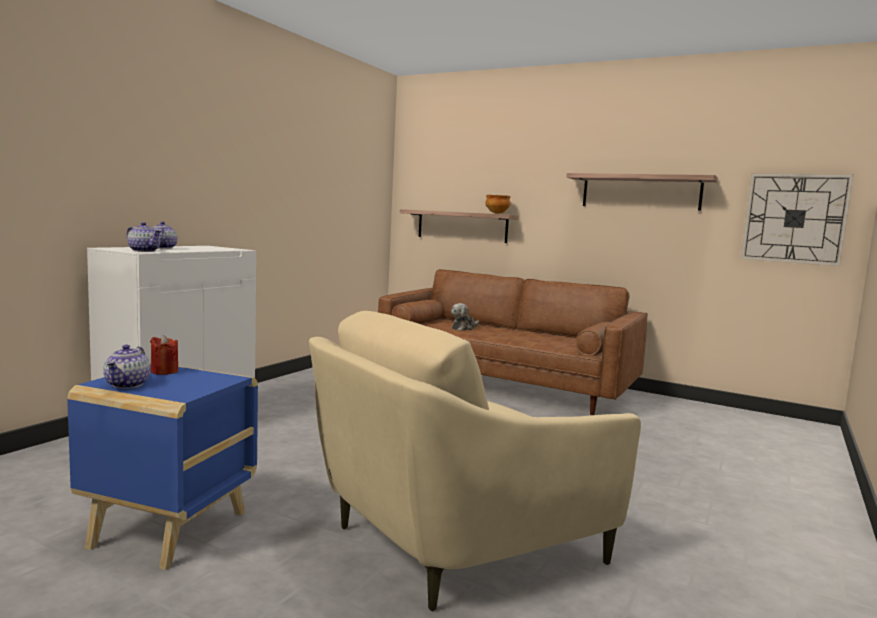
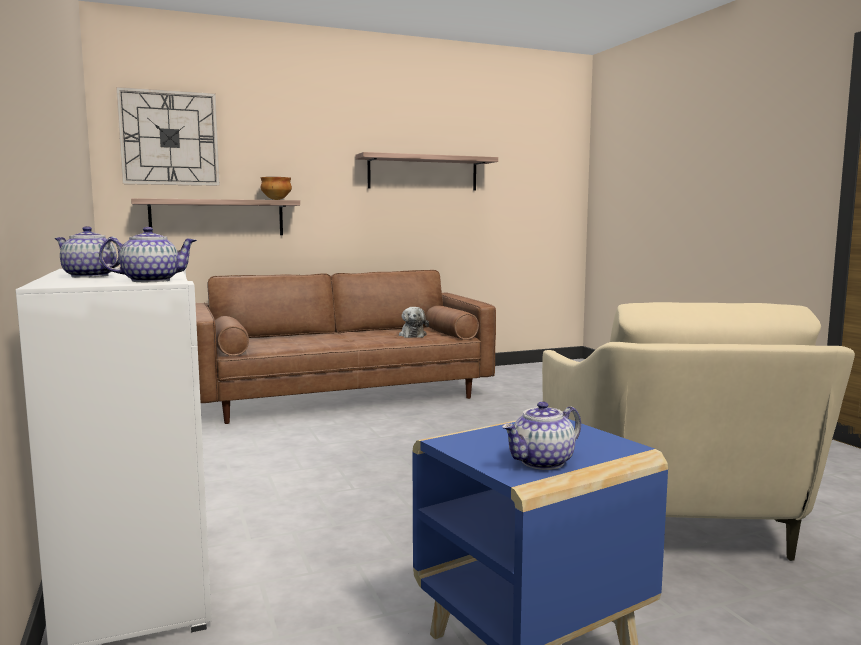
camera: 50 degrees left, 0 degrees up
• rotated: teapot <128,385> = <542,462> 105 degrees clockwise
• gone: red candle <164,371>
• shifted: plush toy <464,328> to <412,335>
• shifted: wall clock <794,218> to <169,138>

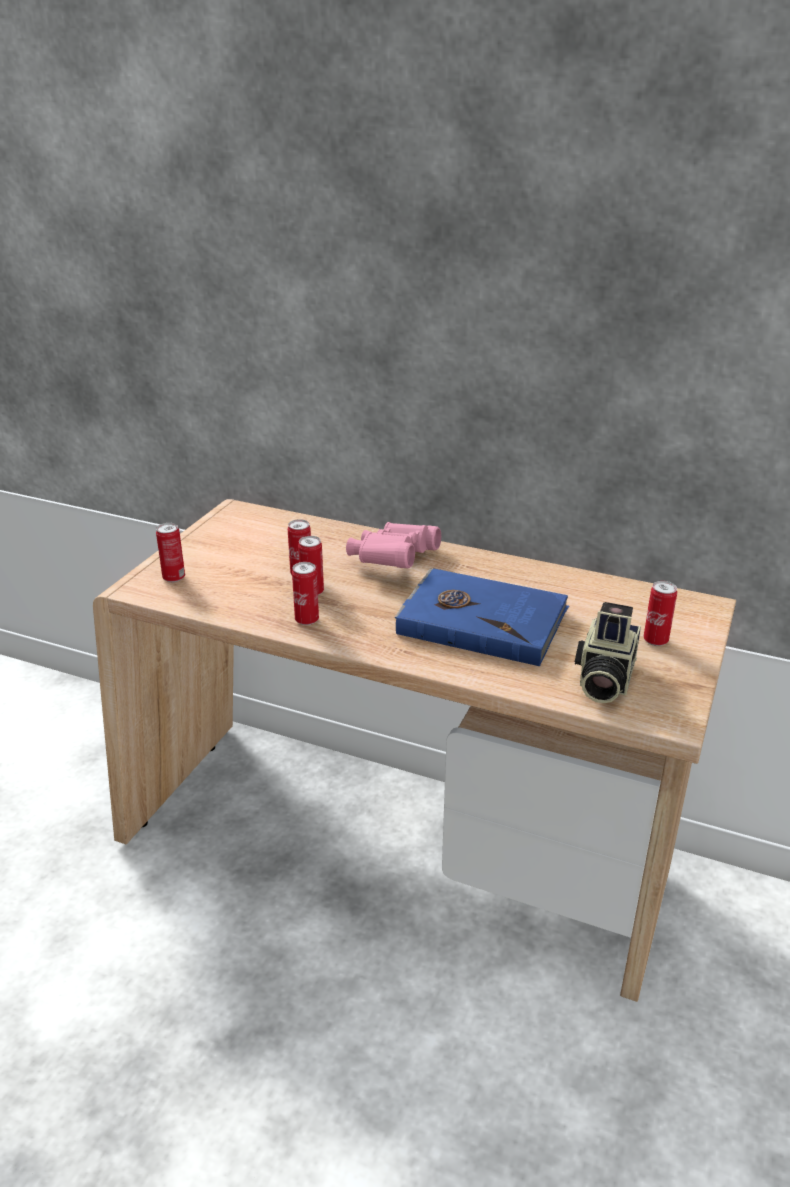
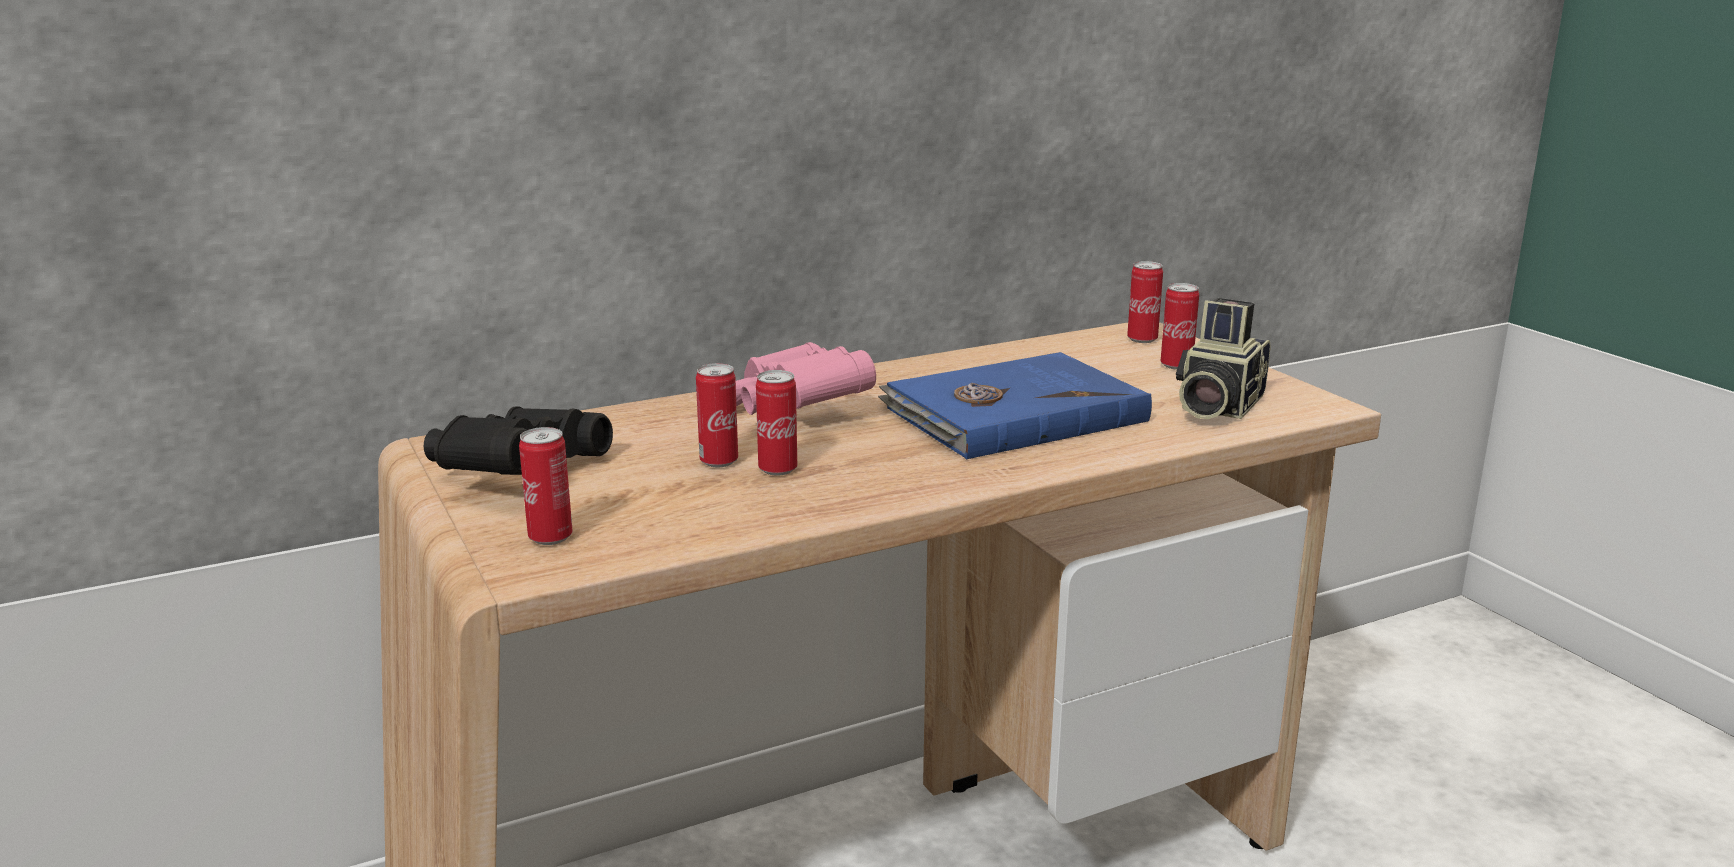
camera: 50 degrees left, 10 degrees down
• shifted: can <307,620> to <1142,339>
• rotated: photo camera <603,680> = <1215,406> 60 degrees clockwise
• new: black binoculars <516,475>

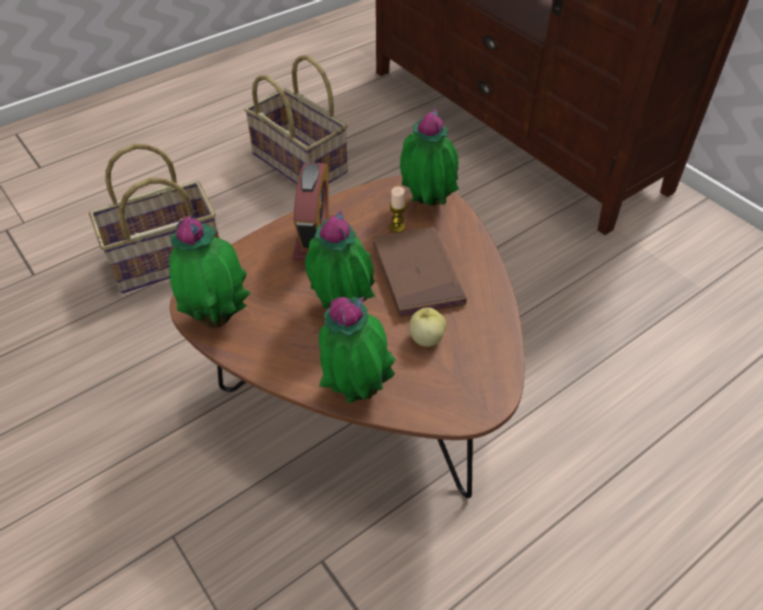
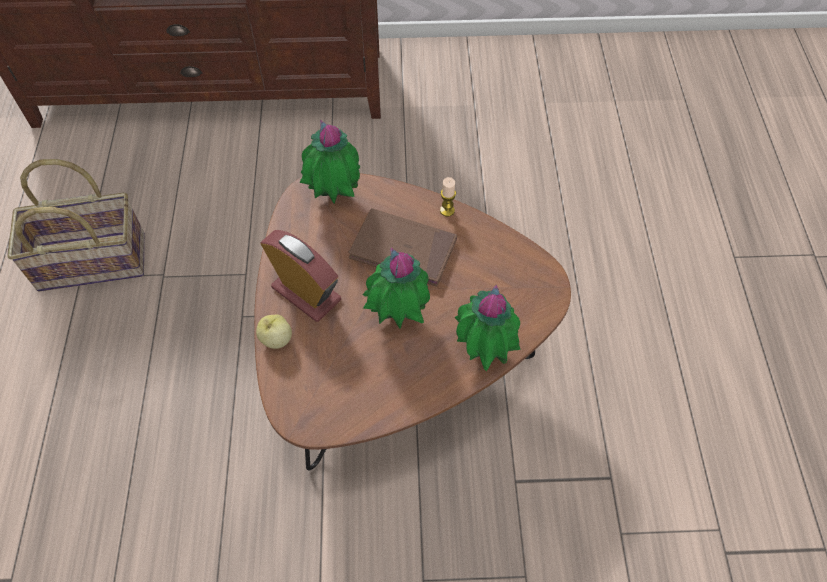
camera: 55 degrees left, 10 degrees up
• gone: basket <166,261>
• gone: potted plant <218,317>
• shifted: candle <397,227> to <447,210>
• shifted: apple <426,338> to <276,339>

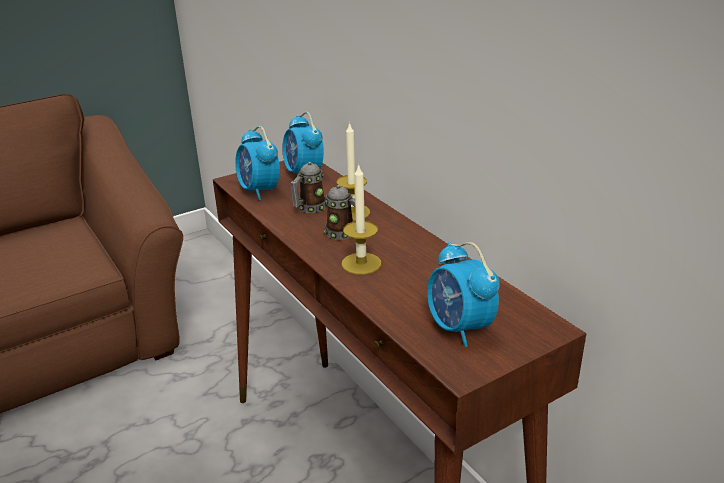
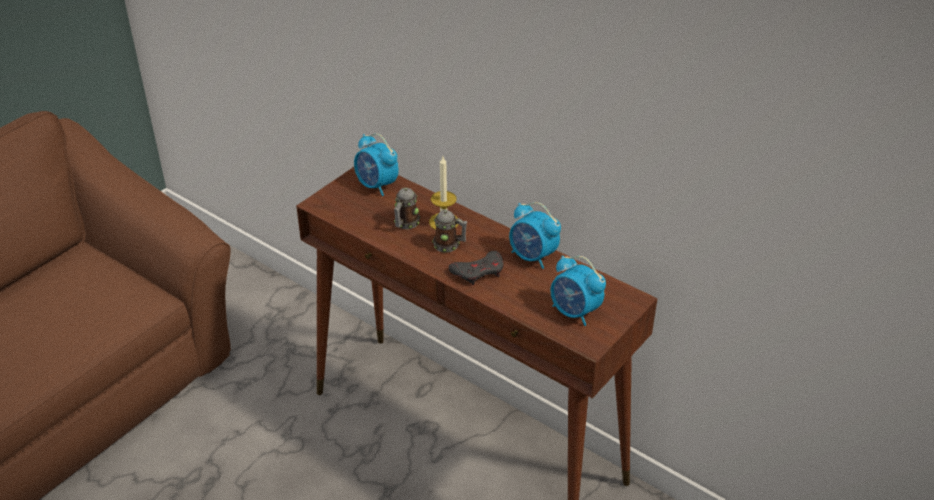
camera: 20 degrees left, 10 degrees up
• shifted: alarm clock <259,191> to <532,257>
• swapped: candle <361,263> to grey game controller <479,271>

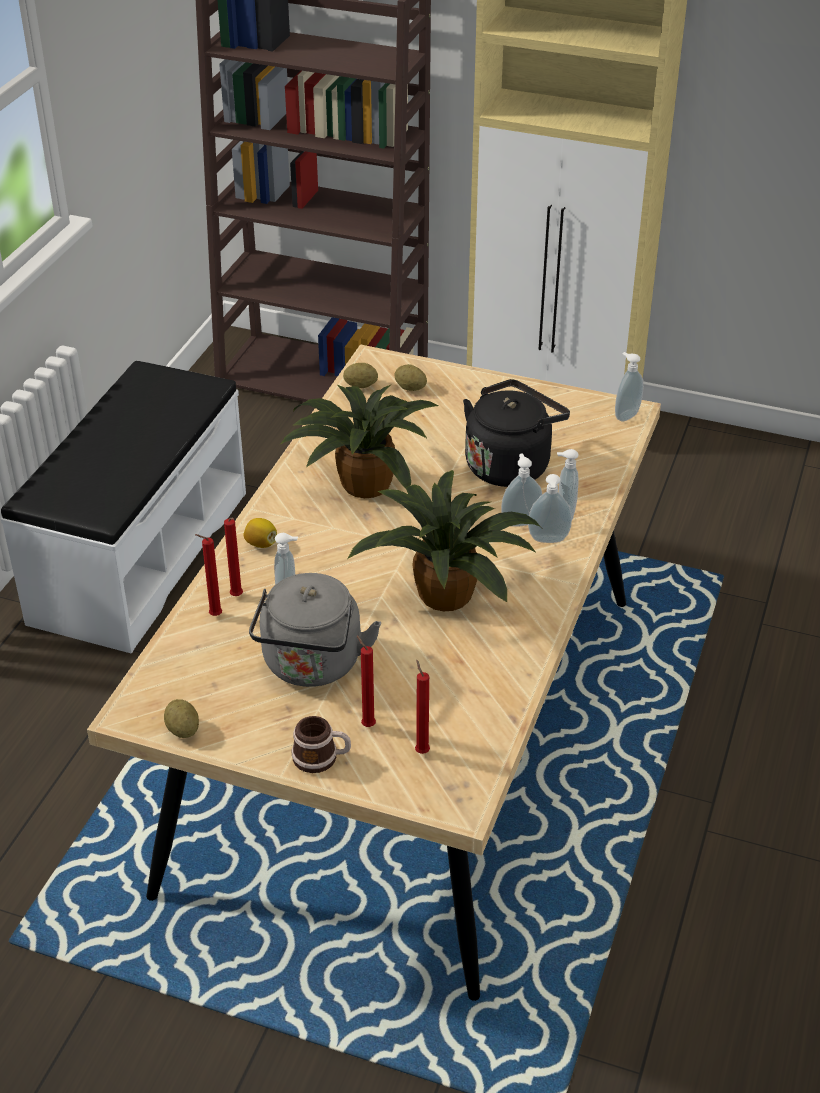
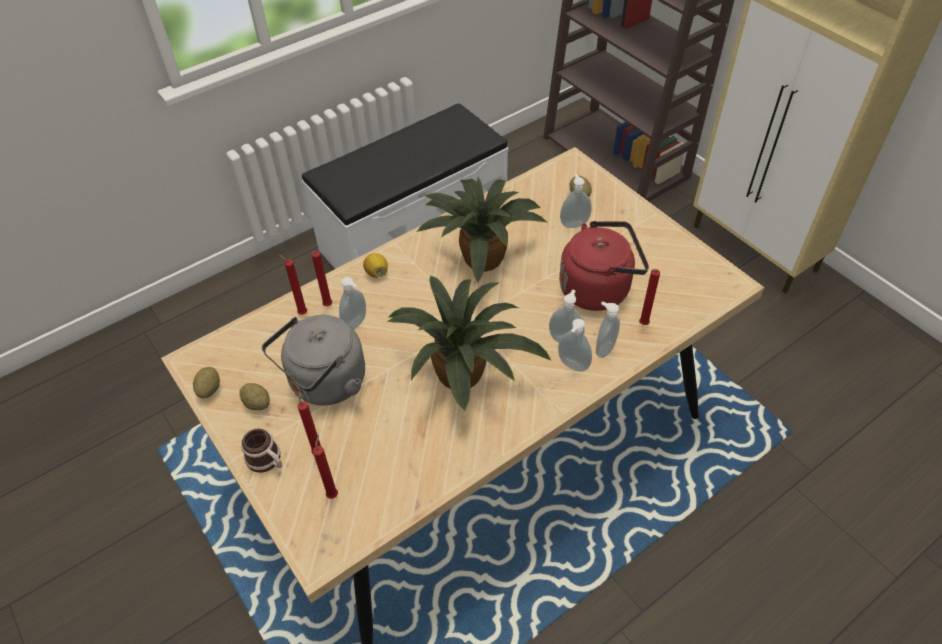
camera: 35 degrees right, 10 degrees up
• shifted: potato <360,385> to <257,403>
• repainted: black kettle <510,465> to red kettle <598,288>
• shifted: soap dispenser <625,415> to <573,223>
• new: red candle <642,324>

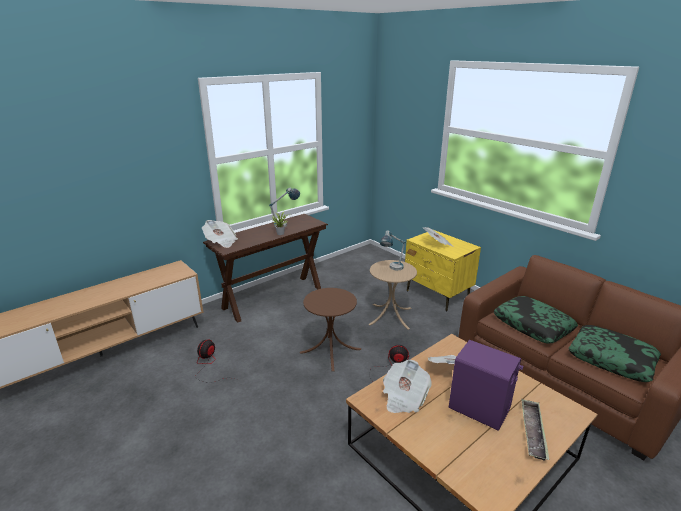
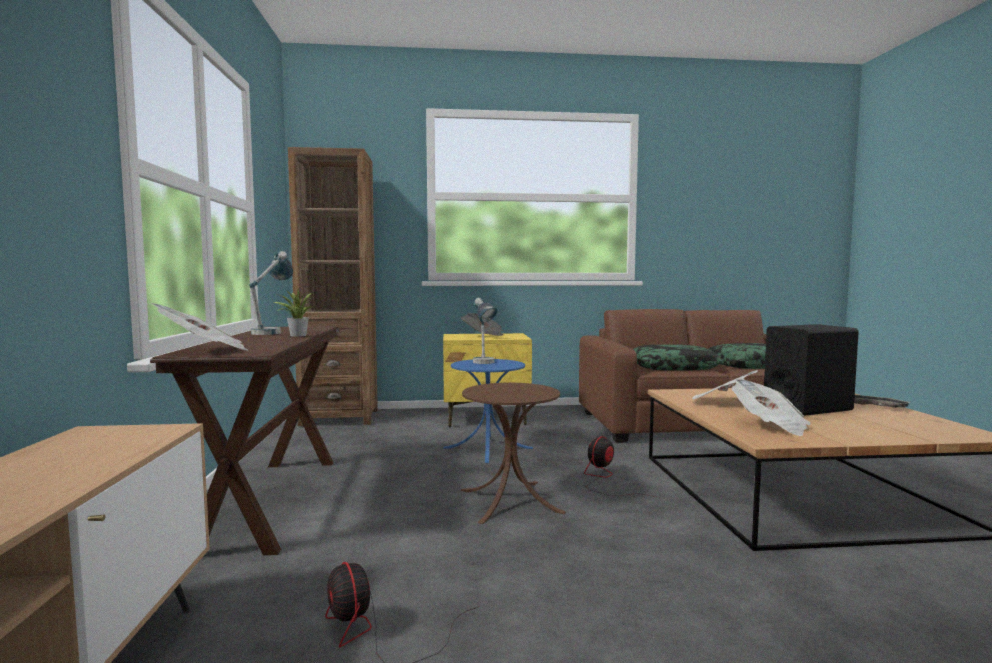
camera: 55 degrees left, 20 degrees down
• repainted: beige side table <390,316> to blue side table <488,448>
• repainted: purple speaker <479,408> to black speaker <807,408>
• new: brown bookcase <340,417>

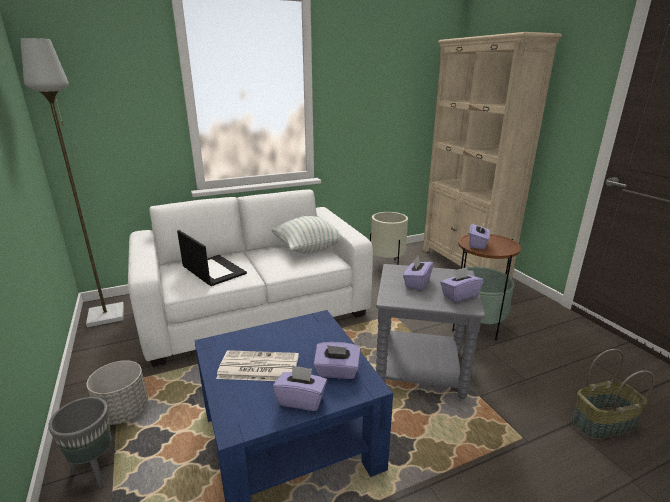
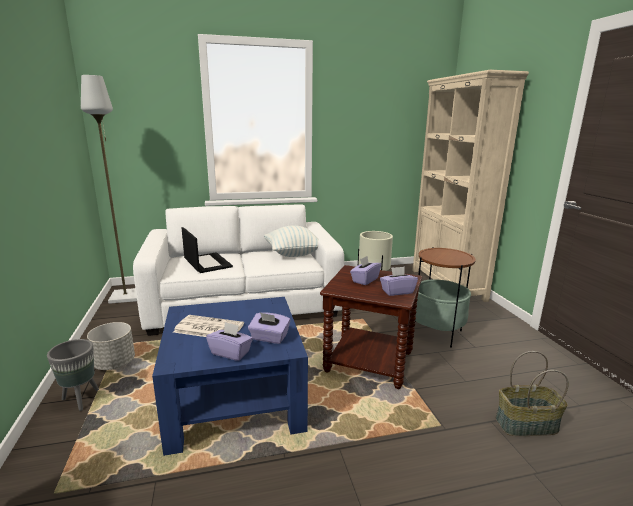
camera: 10 degrees right, 5 degrees down
• repainted: grey side table <420,368> to brown side table <369,362>
• gone: purple tissue box <477,244>

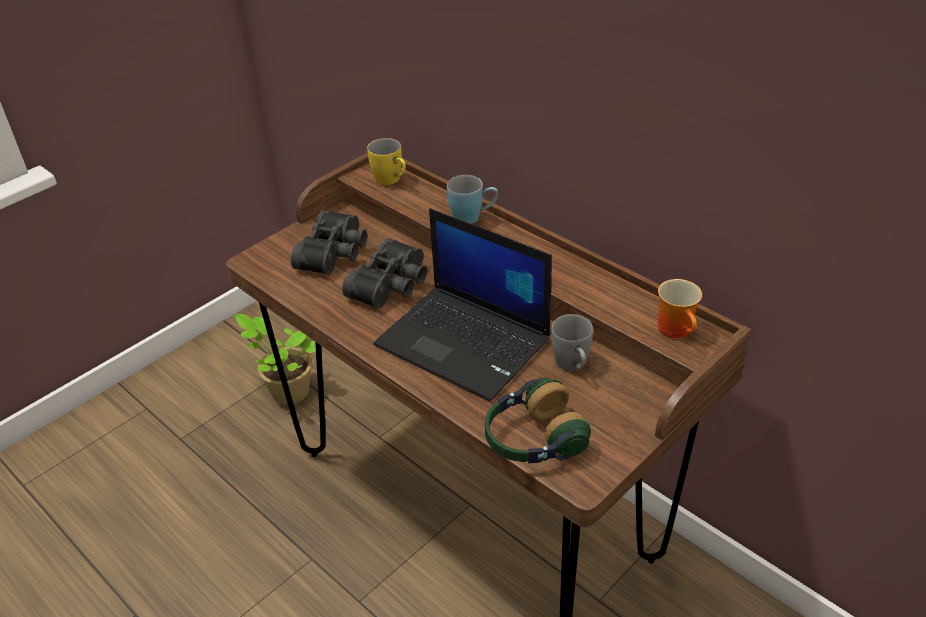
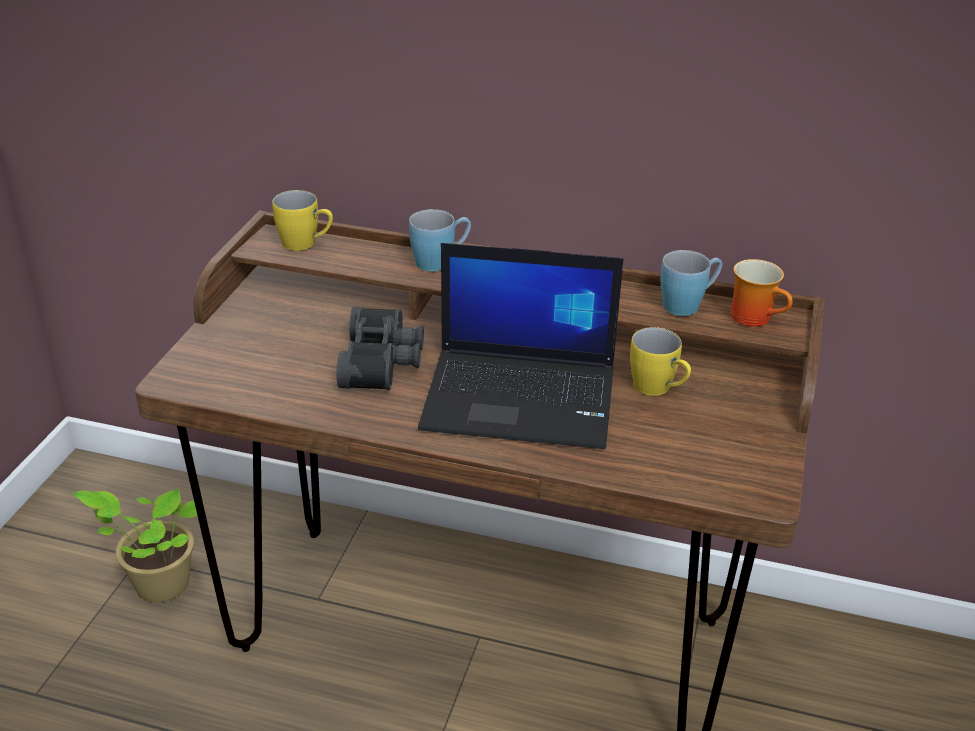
camera: 30 degrees left, 5 degrees down
• gone: black binoculars <335,253>
• gone: headphones <533,440>
• repainted: grey mug <573,366> to yellow mug <659,389>
• new: blue mug <688,304>

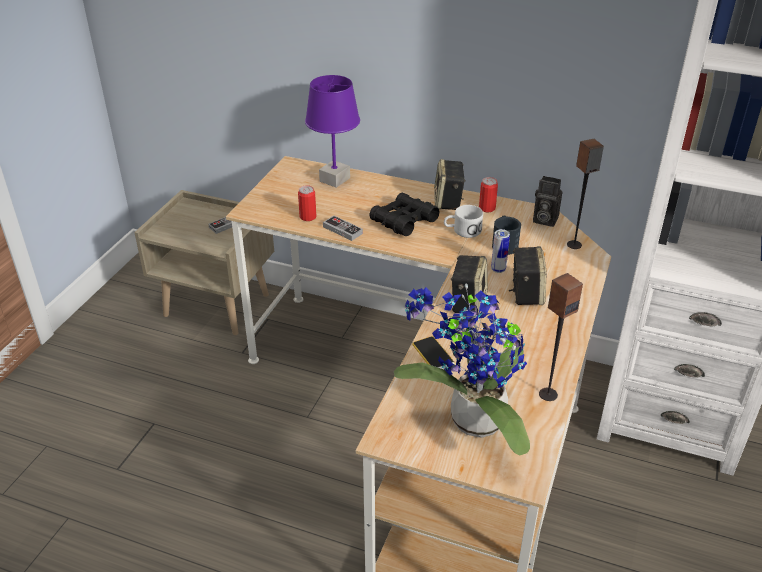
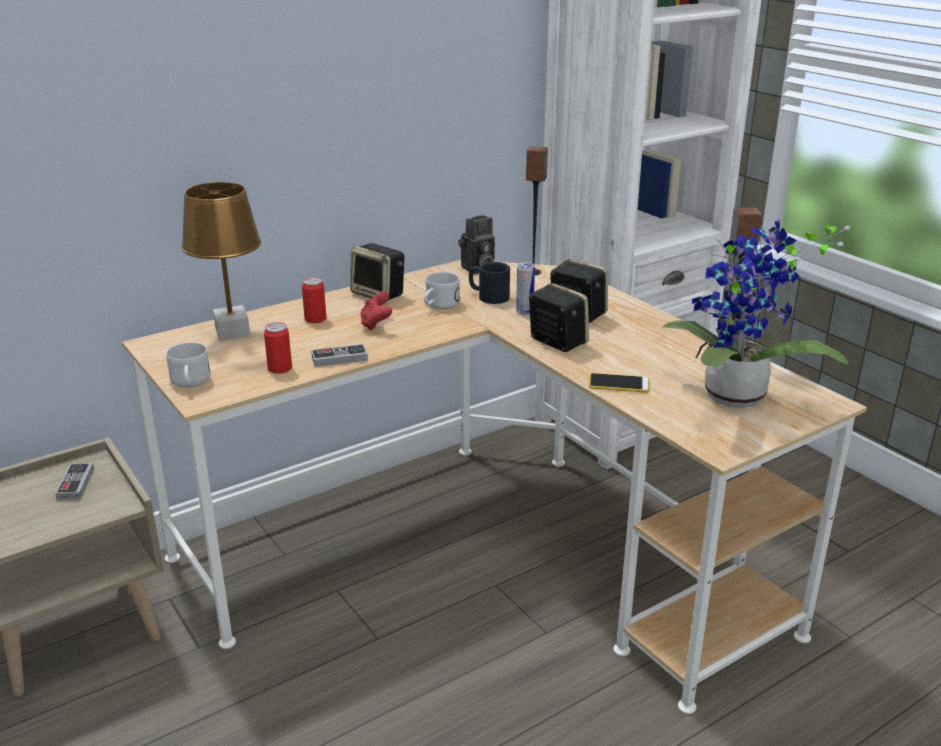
camera: 55 degrees left, 10 degrees down
• repainted: purple table lamp <335,180> to brown table lamp <233,331>
• swapped: black binoculars <403,221> to red game controller <376,324>
• shifted: can <487,208> to <315,319>
• new: white mug <190,383>

